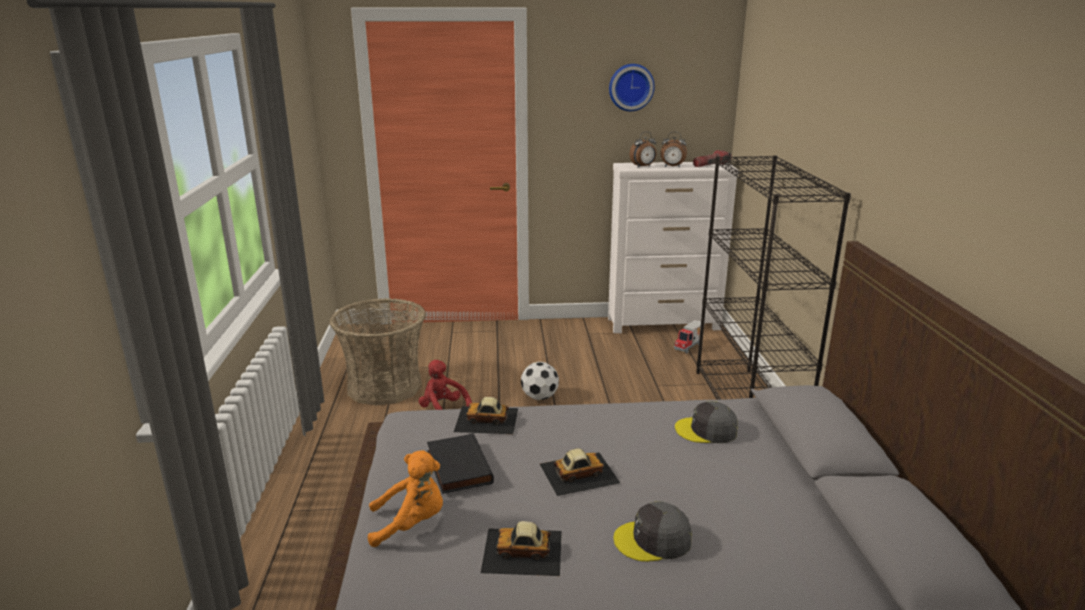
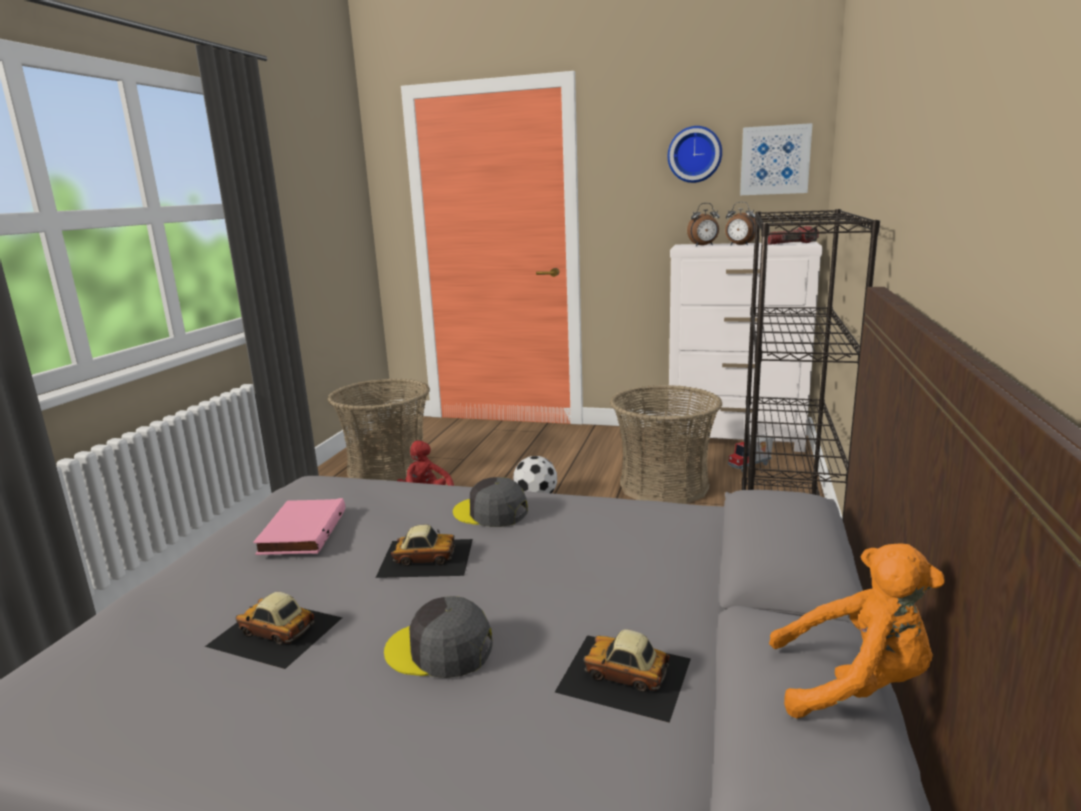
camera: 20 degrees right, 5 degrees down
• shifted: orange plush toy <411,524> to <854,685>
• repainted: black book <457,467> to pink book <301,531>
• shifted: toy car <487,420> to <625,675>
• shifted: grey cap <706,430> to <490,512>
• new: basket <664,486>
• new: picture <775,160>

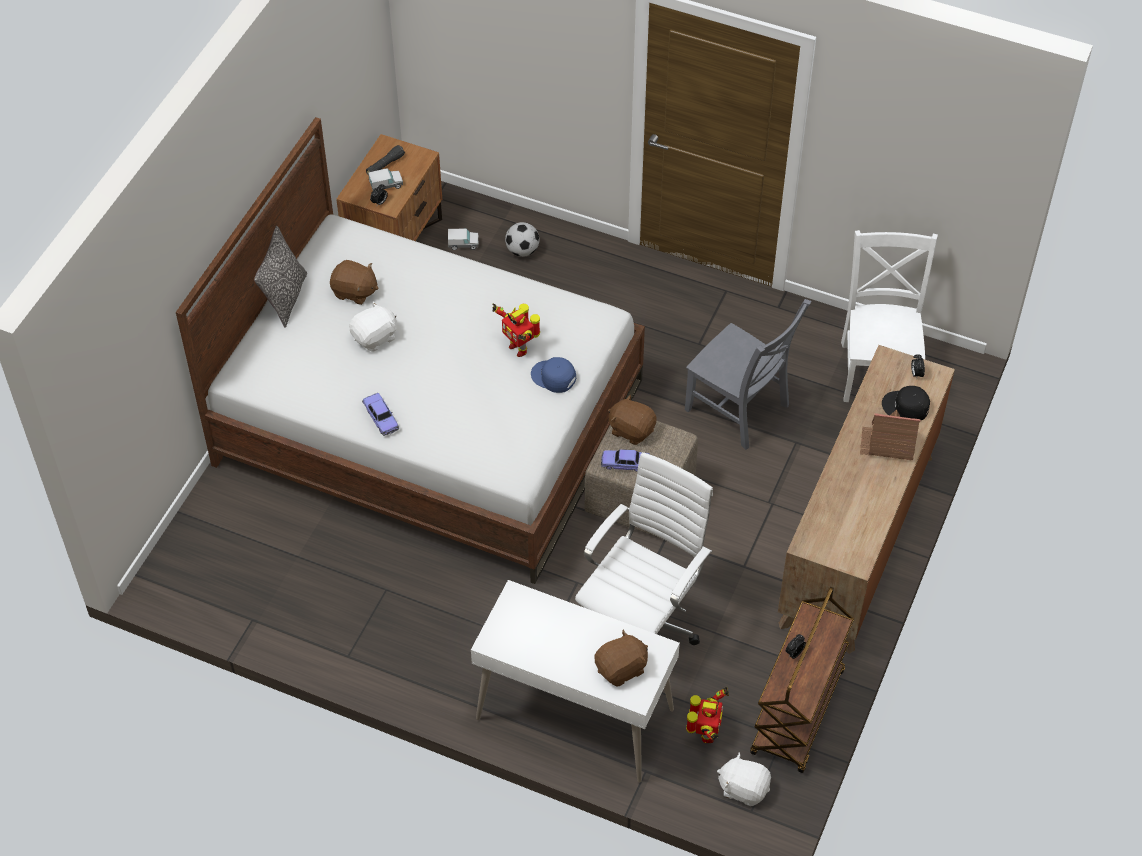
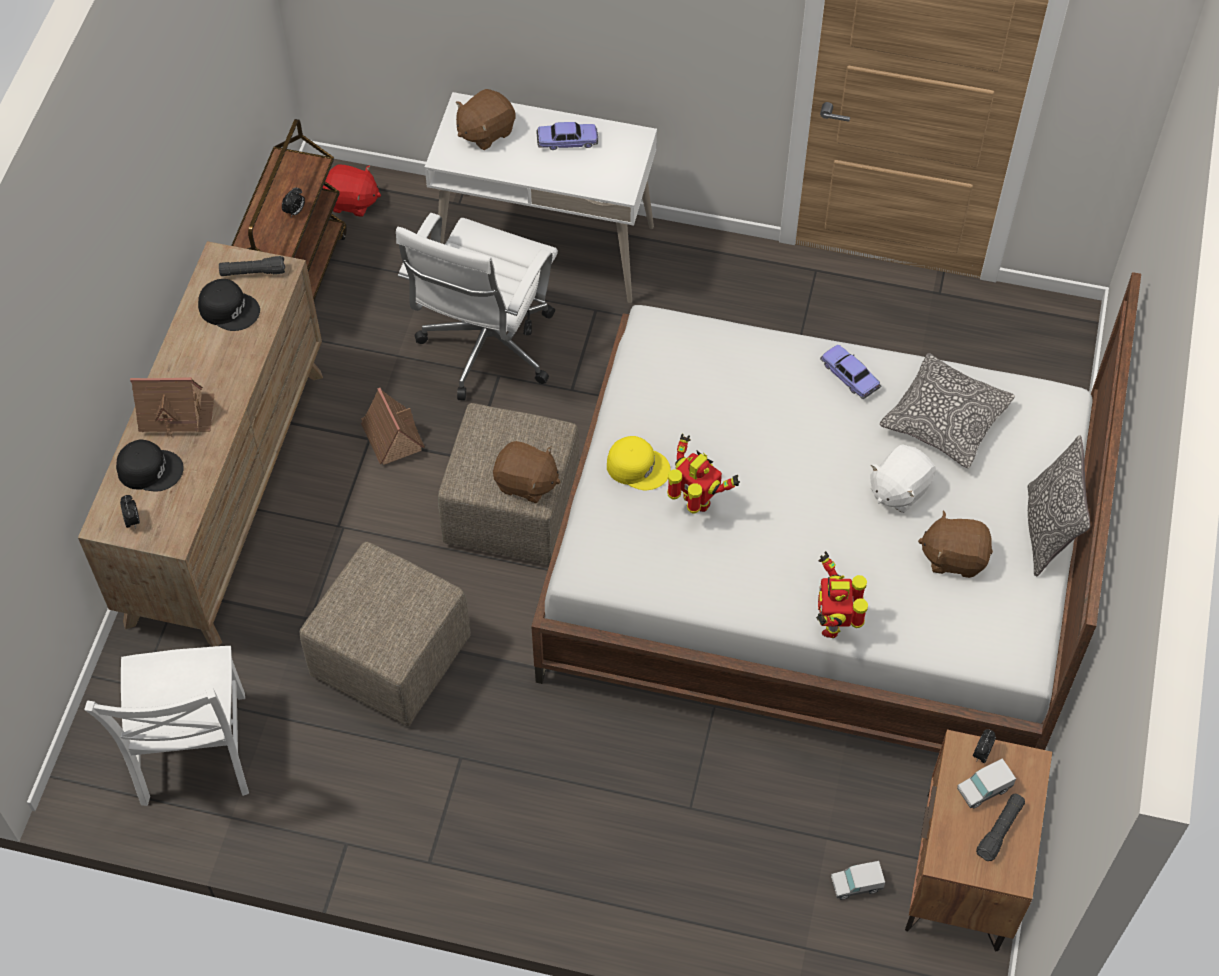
camera: 170 degrees right, 5 degrees up
• gone: football <522,250>
• repainted: blue cap <553,377> to yellow cap <638,466>
• shifted: toy car <625,464> to <567,141>
• swapped: grey chair <740,410> to beige ottoman <391,656>
• shifted: toy robot <706,734> to <833,624>
• repainted: white plush toy <743,788> to red plush toy <351,202>
• new: black cap <229,308>
• new: black flashlight <253,272>
• new: toy house <392,436>
• new: pillow <945,419>

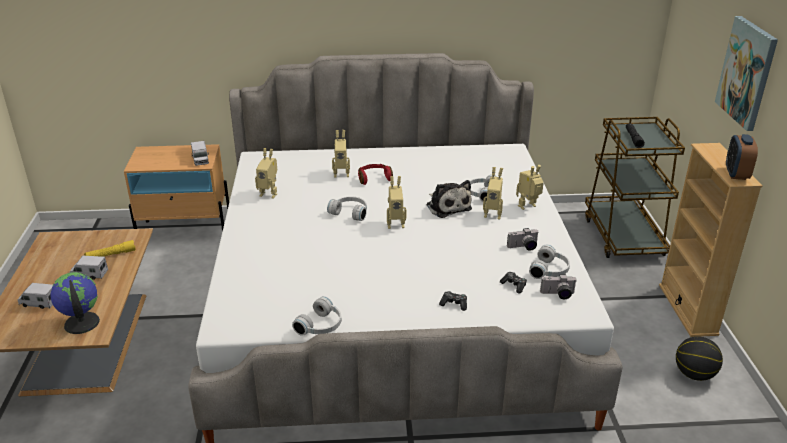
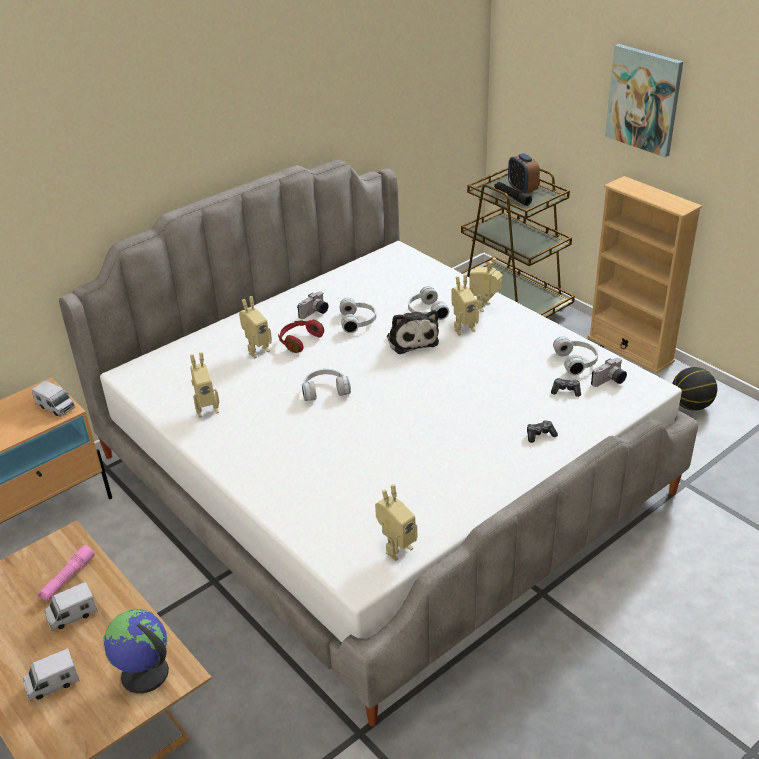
camera: 35 degrees left, 5 degrees up
• repainted: yellow flashlight <111,255> to pink flashlight <67,578>
• shifted: white headphones <321,326> to <358,321>
• shifted: toy robot <395,224> to <396,548>
• rotated: plush toy <447,206> = <411,339> 45 degrees clockwise
• shifted: photo camera <523,247> to <315,313>
• shifted: alarm clock <736,174> to <522,189>

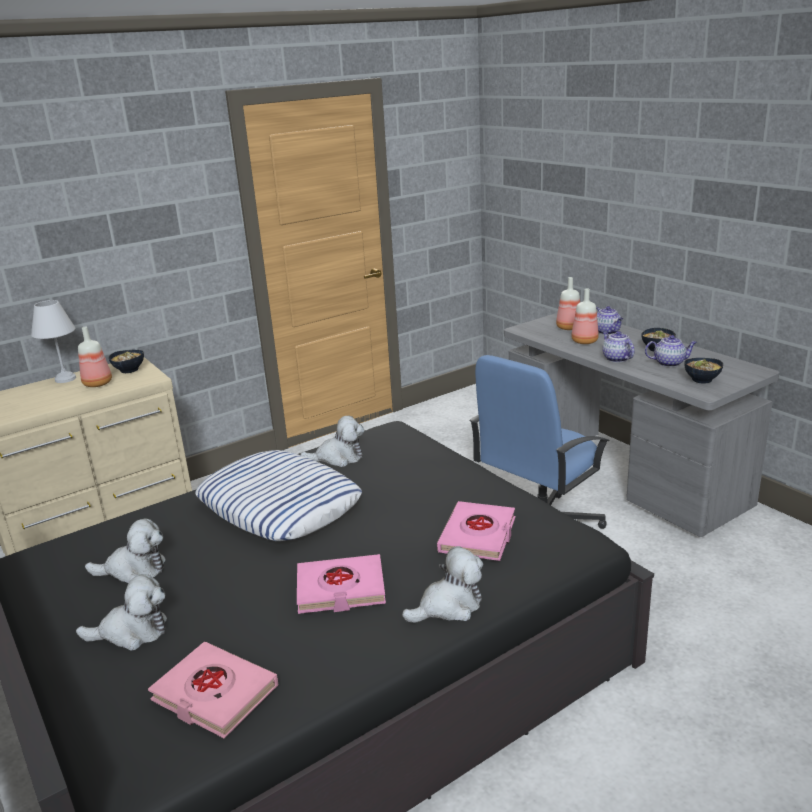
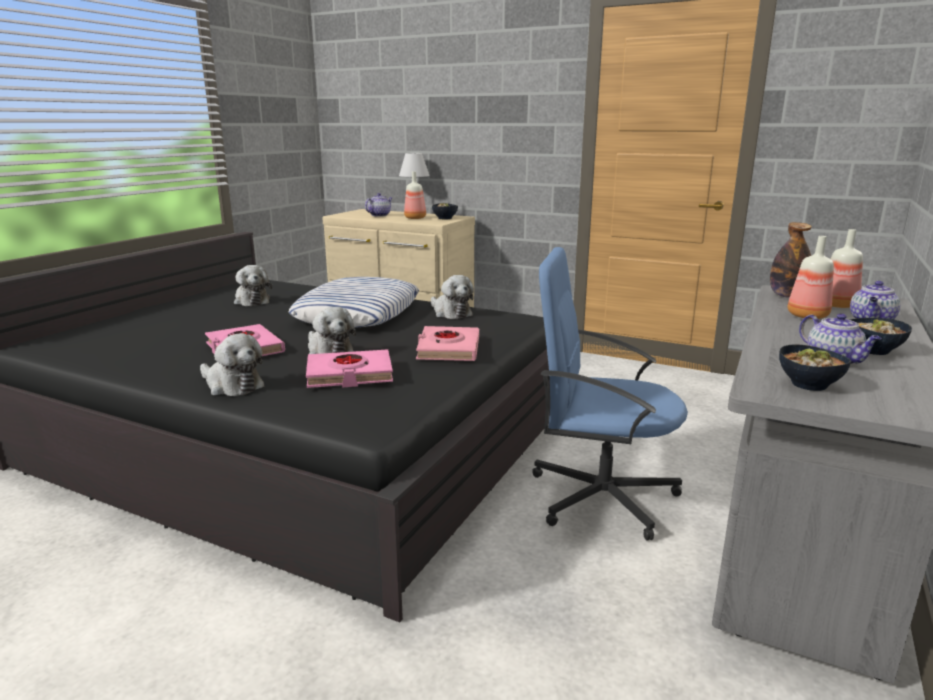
camera: 60 degrees right, 5 degrees down
• shifted: plush toy <132,632> to <329,352>
• shifted: pink book <214,694> to <448,349>
• shifted: teapot <616,358> to <379,215>
• new: bottle <787,295>

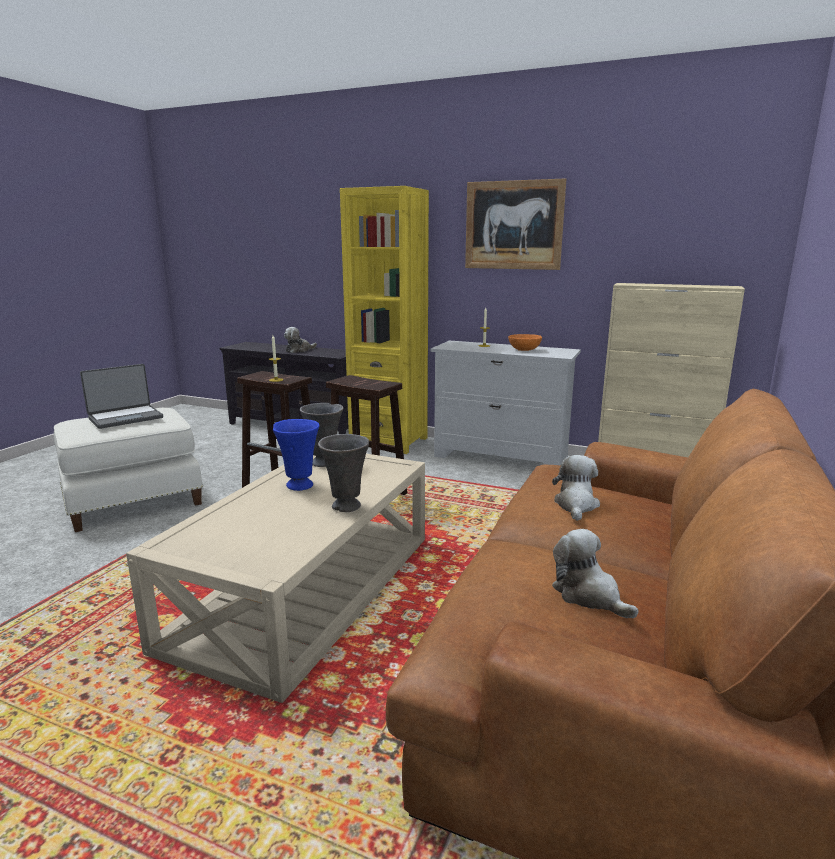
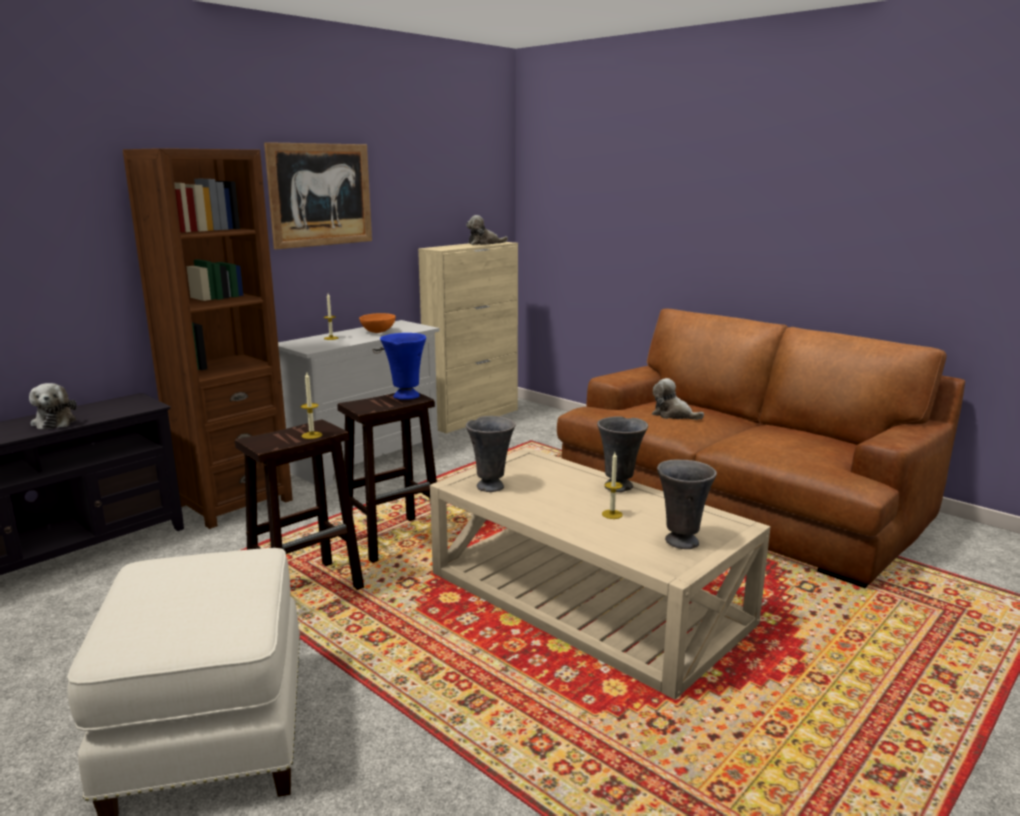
camera: 70 degrees left, 0 degrees up
• gone: laptop <125,418>
• shifted: blue vase <299,485> to <405,396>
• repainted: yellow bookcase <389,441> to brown bookcase <233,502>
• shifted: plush toy <589,595> to <484,243>
• new: candle <612,514>
• new: grey vase <680,541>

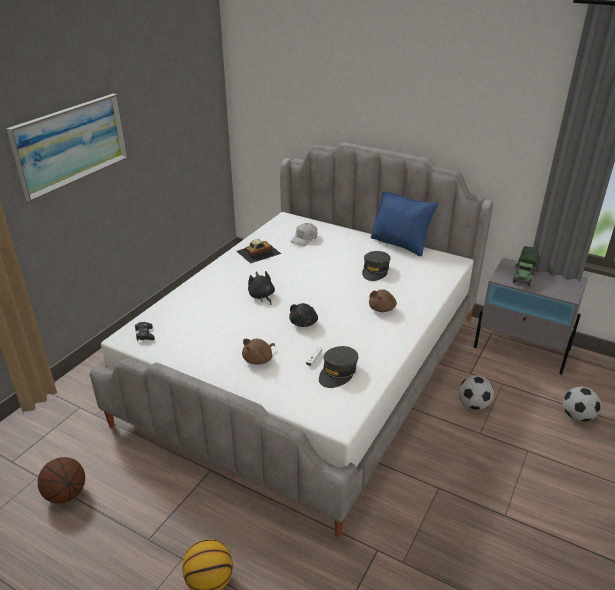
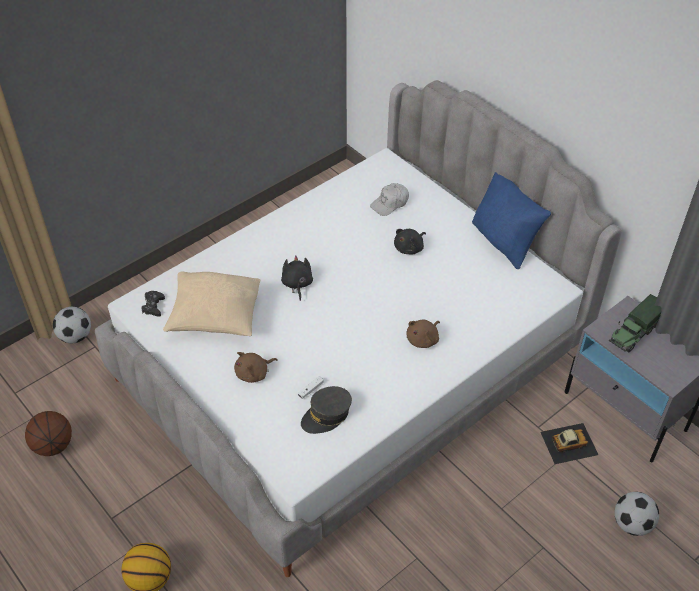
camera: 20 degrees right, 15 degrees up
• gone: picture <71,144>
• shifted: toy car <258,252> to <568,443>
• shifted: black plush toy <304,322> to <410,248>
• gone: grey cap <375,271>
• shifted: football <473,405> to <75,336>
• new: beige pillow <215,318>

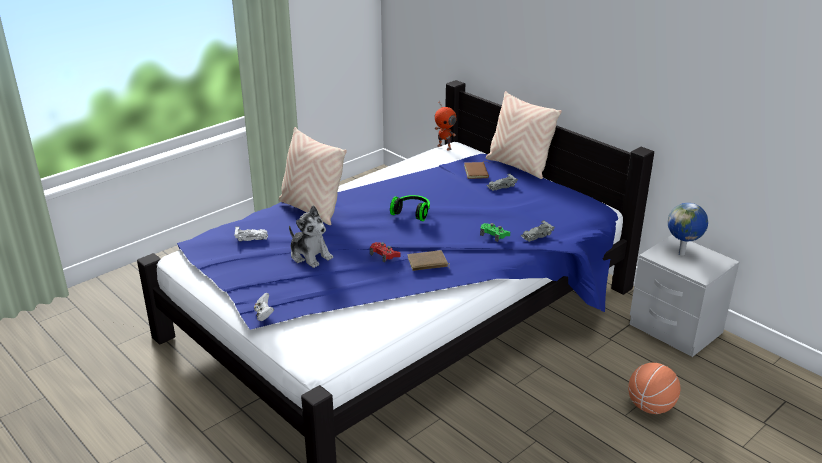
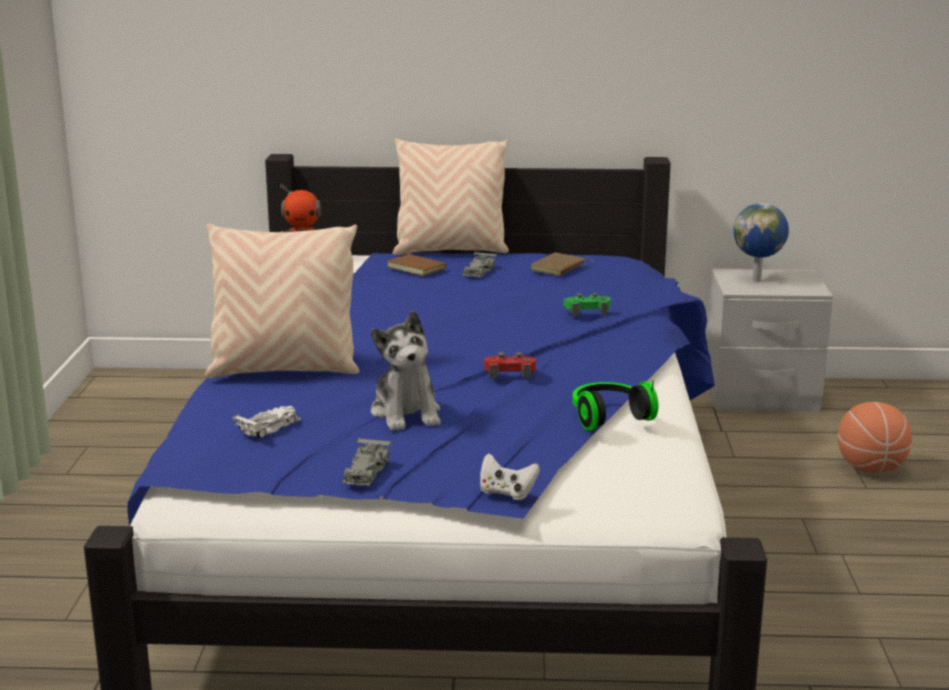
camera: 45 degrees left, 10 degrees down
• rotated: plush toy <310,255> = <406,413> 75 degrees clockwise
• shifted: headphones <412,213> to <608,417>
• shifted: brown book <427,263> to <559,268>
• shifted: grey toy car <536,235> to <366,471>

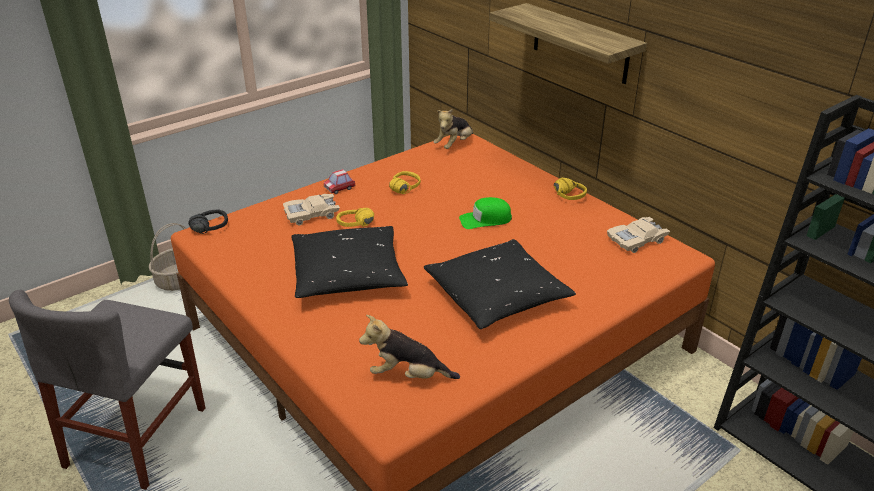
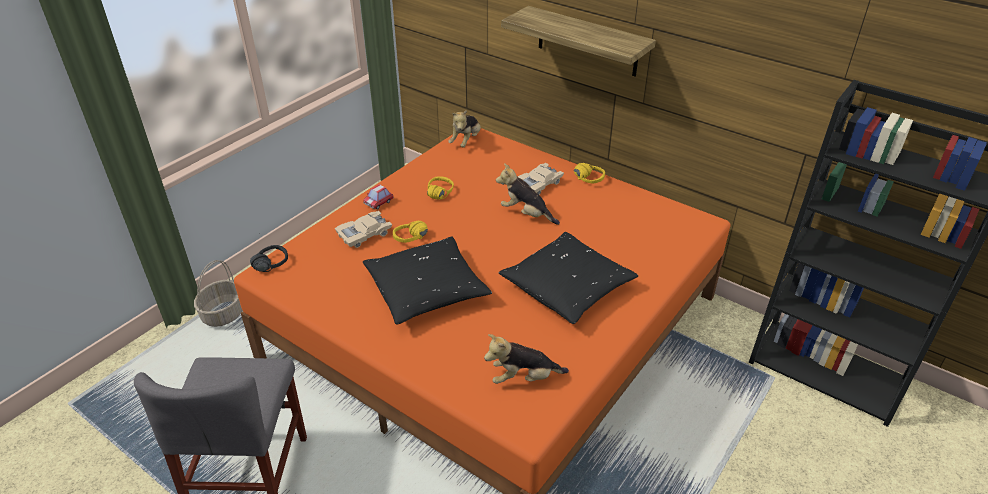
camera: 15 degrees left, 5 degrees up
• swapped: green cap <485,220> to plush toy <526,214>
• shifted: beige toy car <637,240> to <538,184>

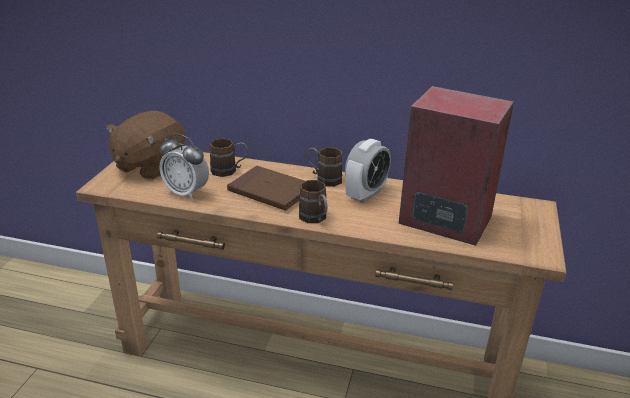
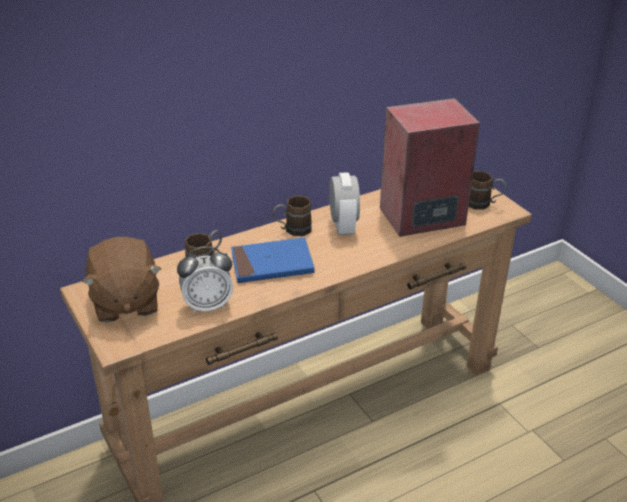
camera: 45 degrees left, 5 degrees up
• repainted: brown book <270,191> to blue book <272,264>
• shifted: brown mug <315,219> to <483,204>

